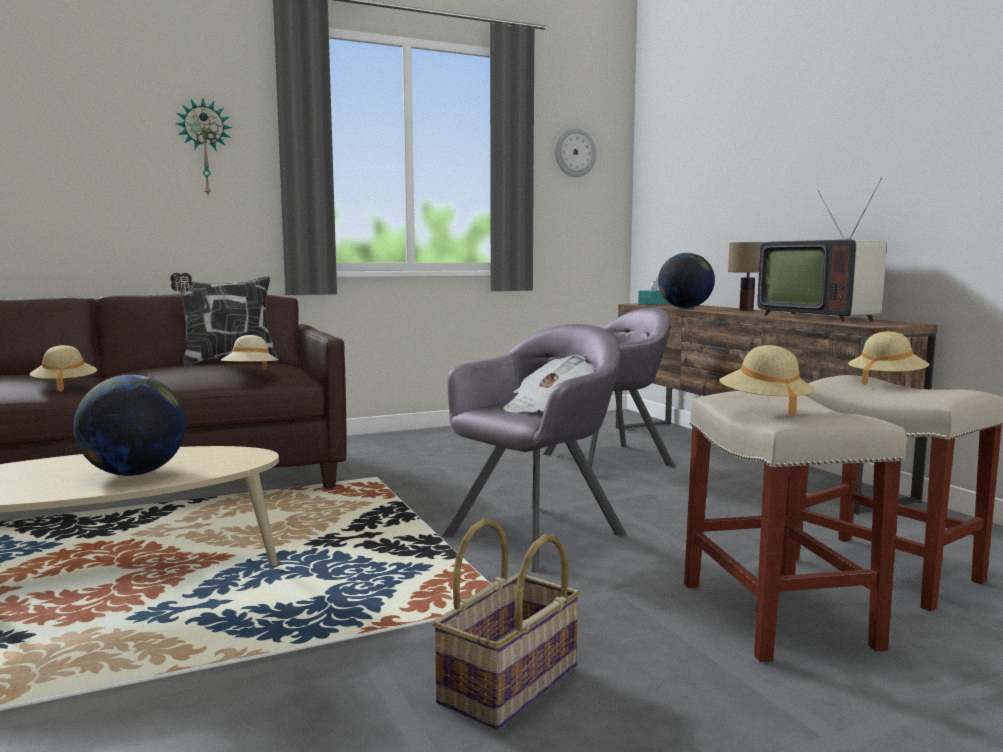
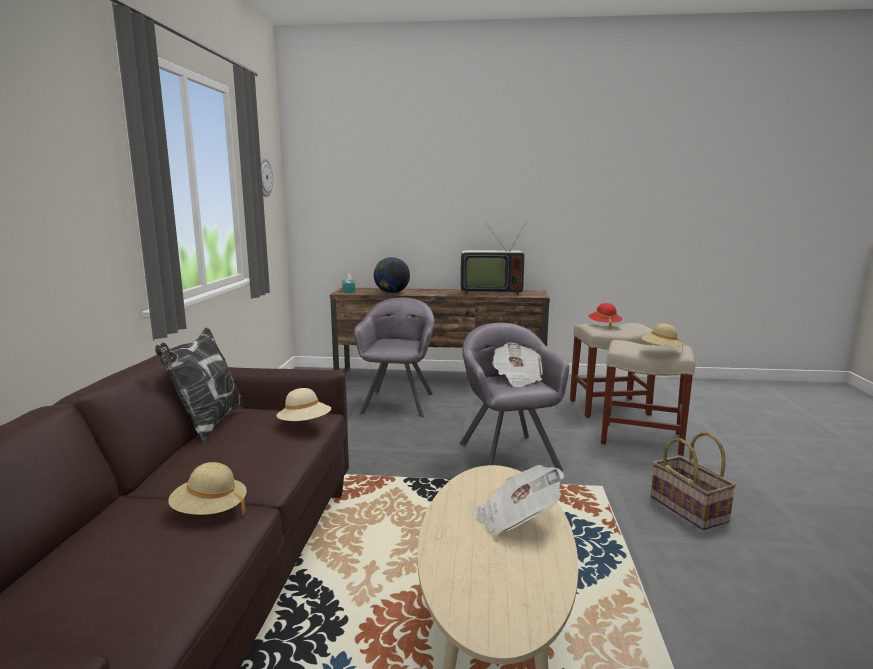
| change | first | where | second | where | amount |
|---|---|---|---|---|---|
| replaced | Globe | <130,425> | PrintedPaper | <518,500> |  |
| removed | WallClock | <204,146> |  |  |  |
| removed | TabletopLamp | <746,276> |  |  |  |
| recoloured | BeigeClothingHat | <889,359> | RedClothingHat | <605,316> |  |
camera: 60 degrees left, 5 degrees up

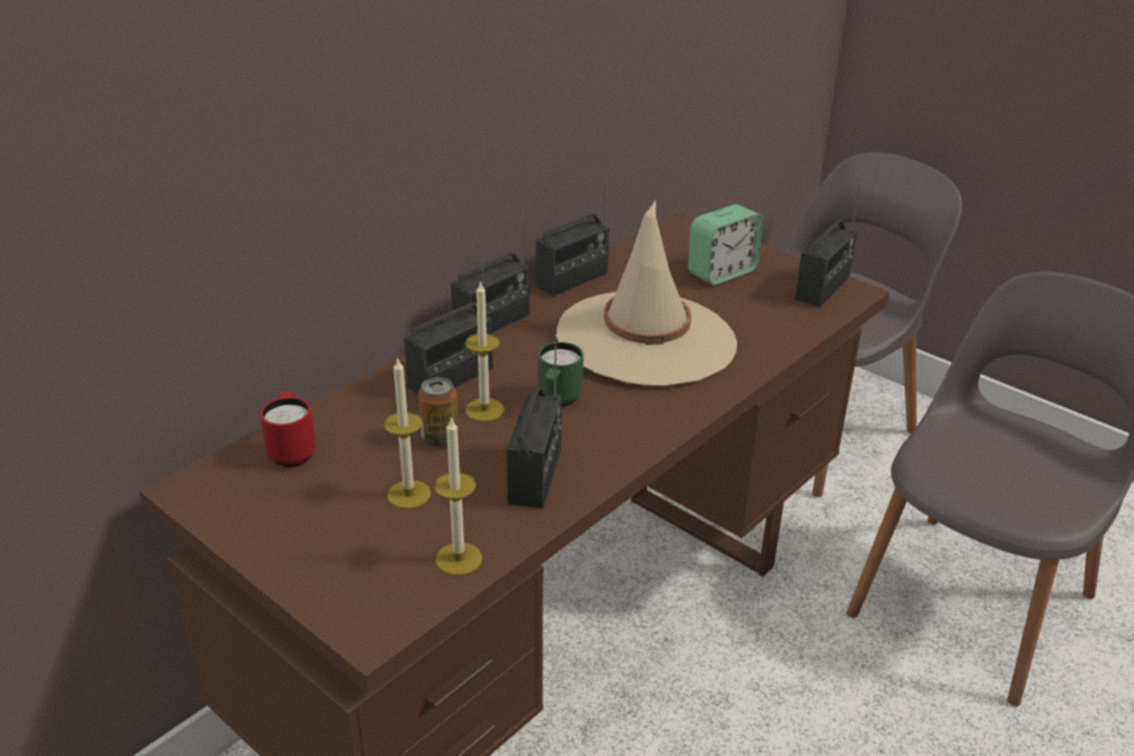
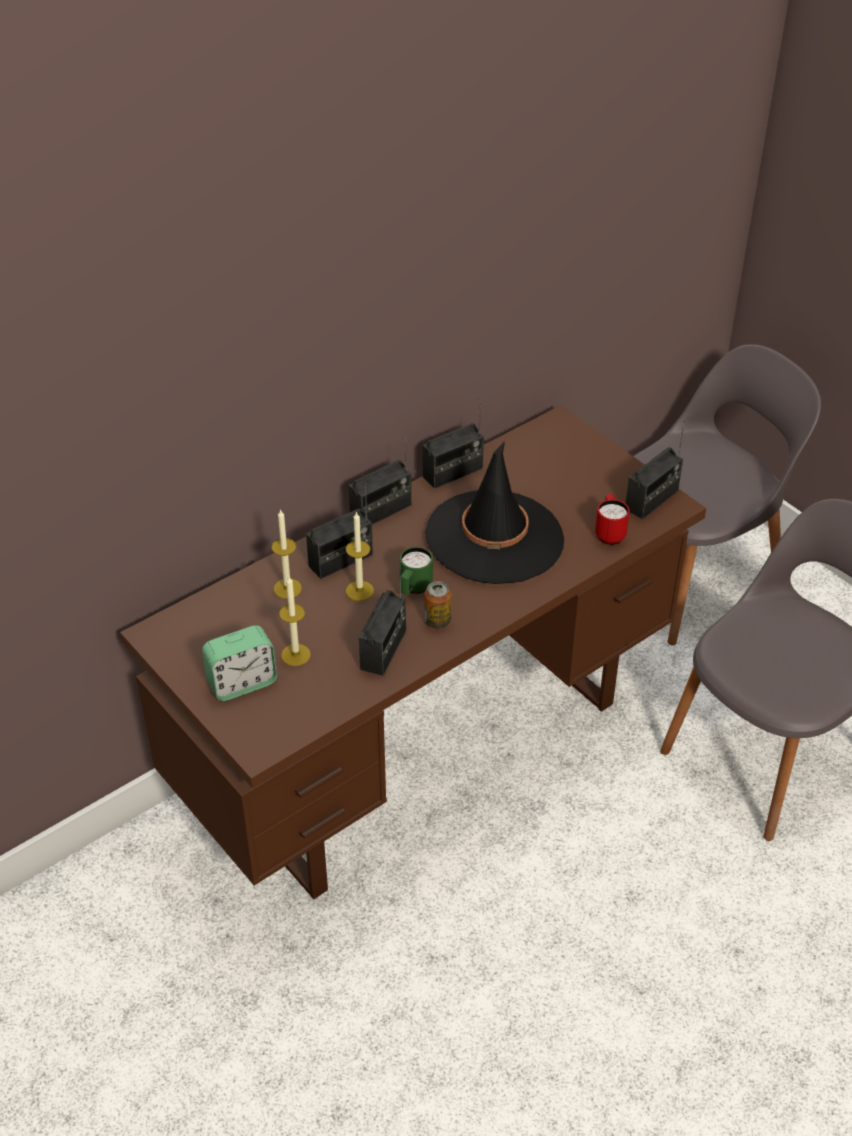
| change | first | where | second | where | amount |
|---|---|---|---|---|---|
| moved | RedCoffeeMug | <288,429> |  | <612,519> |  |
| moved | Can | <438,412> |  | <438,605> |  |
| moved | WaxLight | <458,495> |  | <287,554> |  |
| recoloured | BeigeClothingHat | <647,293> | BlackColouredClothingHat | <494,512> |  |
| moved | BedsideClock | <725,244> |  | <239,663> |  |
camera: 10 degrees right, 10 degrees up

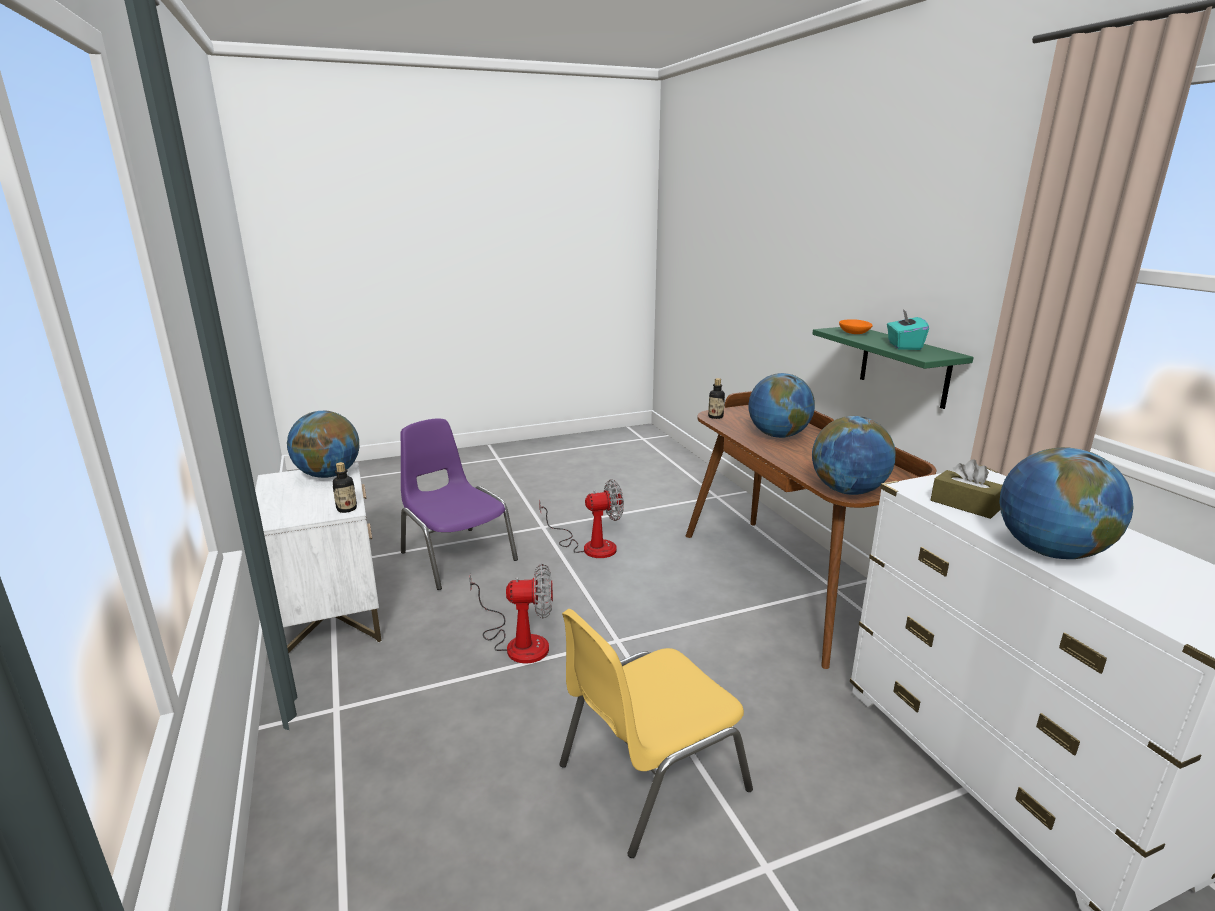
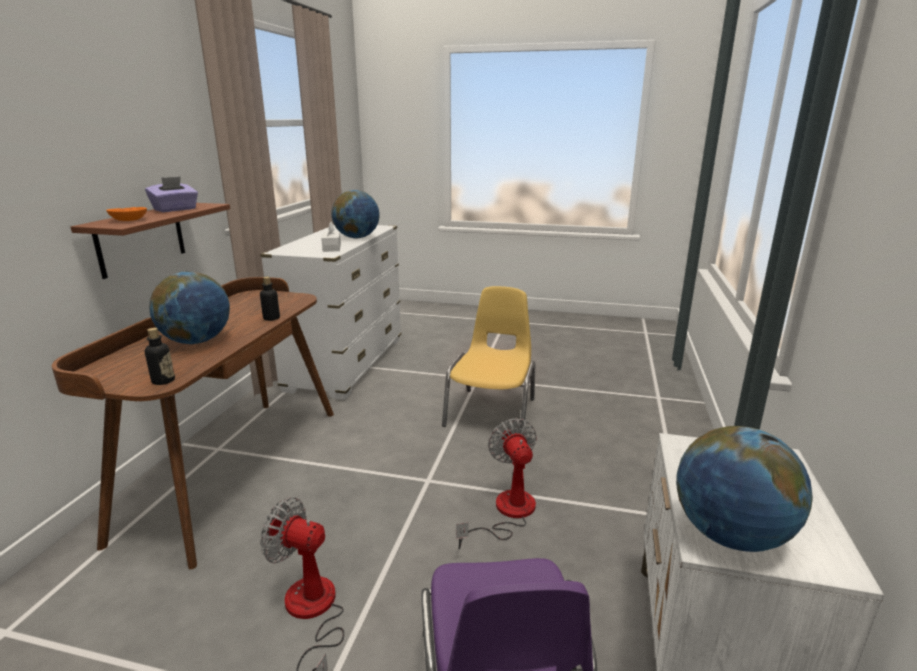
| change | first | where | second | where | amount |
|---|---|---|---|---|---|
| moved | Bottle | <345,487> |  | <270,299> |  |
| turned | ElectricFan | <511,614> |  | <496,483> | 45 degrees clockwise |
| turned | YellowChair | <656,733> |  | <488,360> | 75 degrees counterclockwise |
| recoloured | GreenishShelf | <893,368> | BrownShelf | <150,241> |  |
| removed | Globe | <854,455> |  |  |  |
| recoloured | TurquoiseColouredTissueHolder | <908,329> | PurplishTissueHolder | <171,194> |  |
| recoloured | BrownTissueHolder | <966,489> | WhitishTissueHolder | <331,237> |  |
camera: 145 degrees left, 0 degrees up

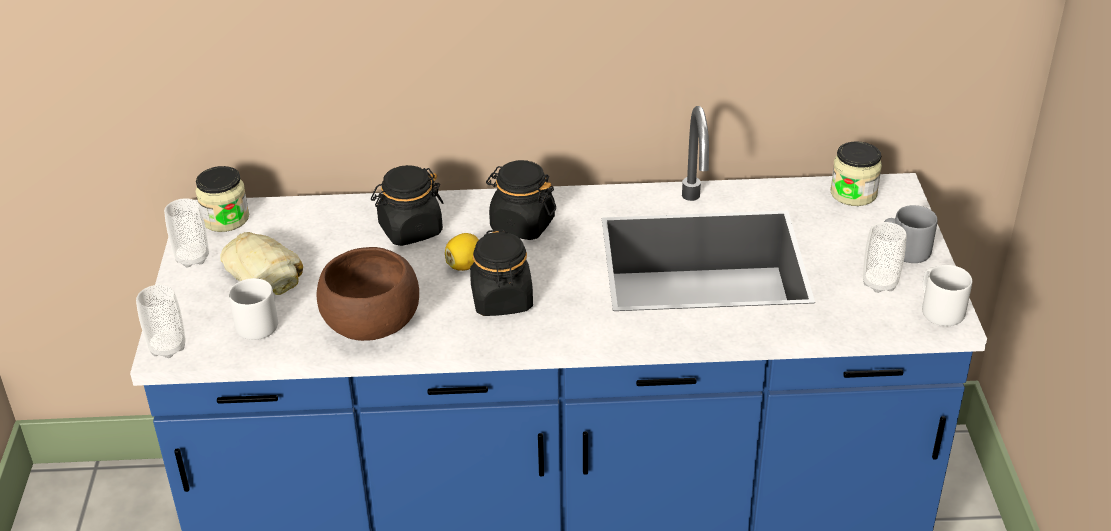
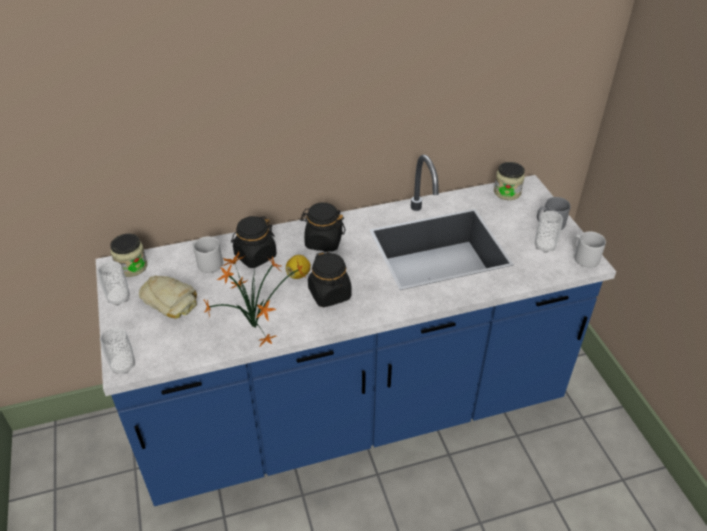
| change | first | where | second | where | amount |
|---|---|---|---|---|---|
| moved | GreyishCoffeeMug | <253,309> |  | <207,254> |  |
| replaced | BrownServingBowl | <367,294> | PlantInAPot | <254,299> |  |
camera: 15 degrees left, 5 degrees up

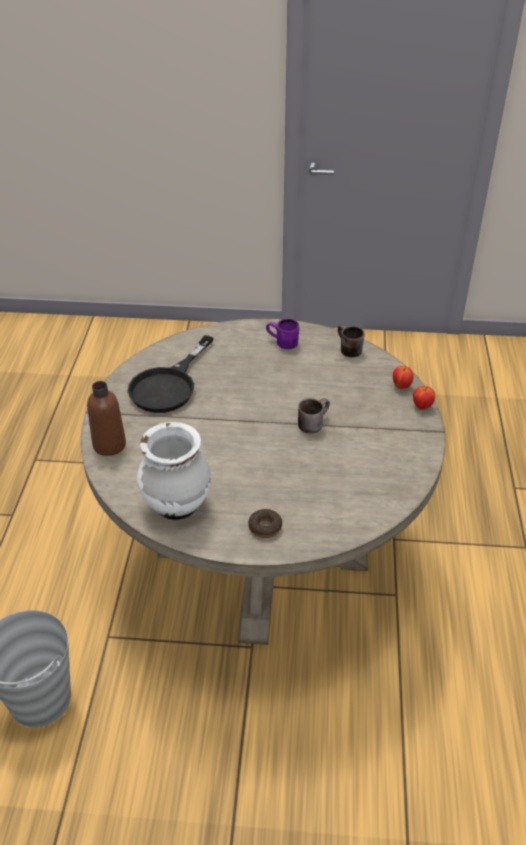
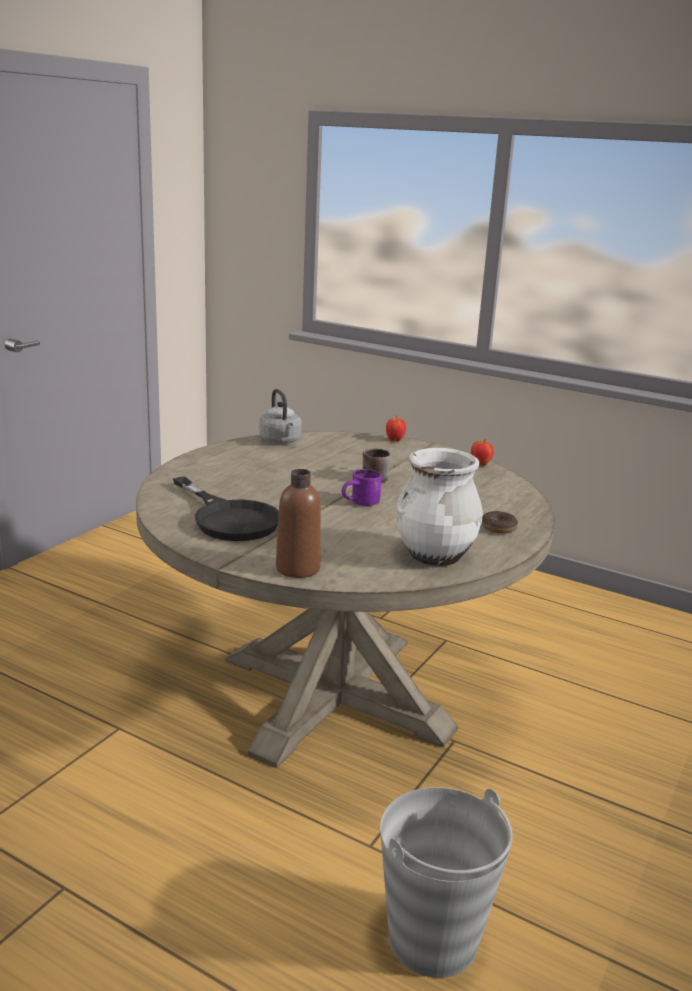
| change | first | where | second | where | amount |
|---|---|---|---|---|---|
| moved | PurplishCoffeeMug | <282,333> |  | <362,487> |  |
| replaced | BrownCoffeeMug | <351,341> | GreyishKettle | <280,416> |  |
| moved | Apple | <403,377> |  | <482,452> |  |
camera: 65 degrees left, 20 degrees down

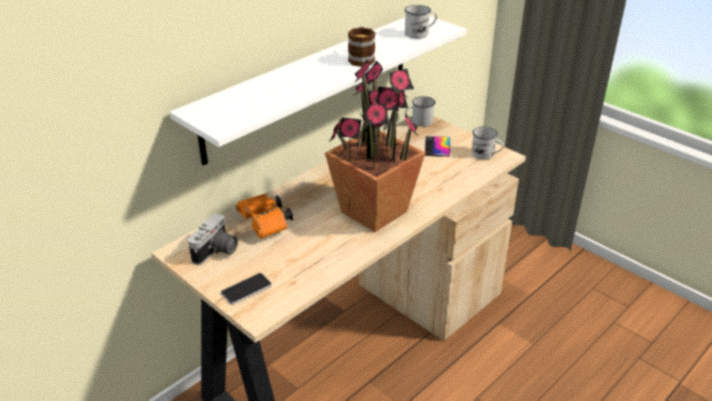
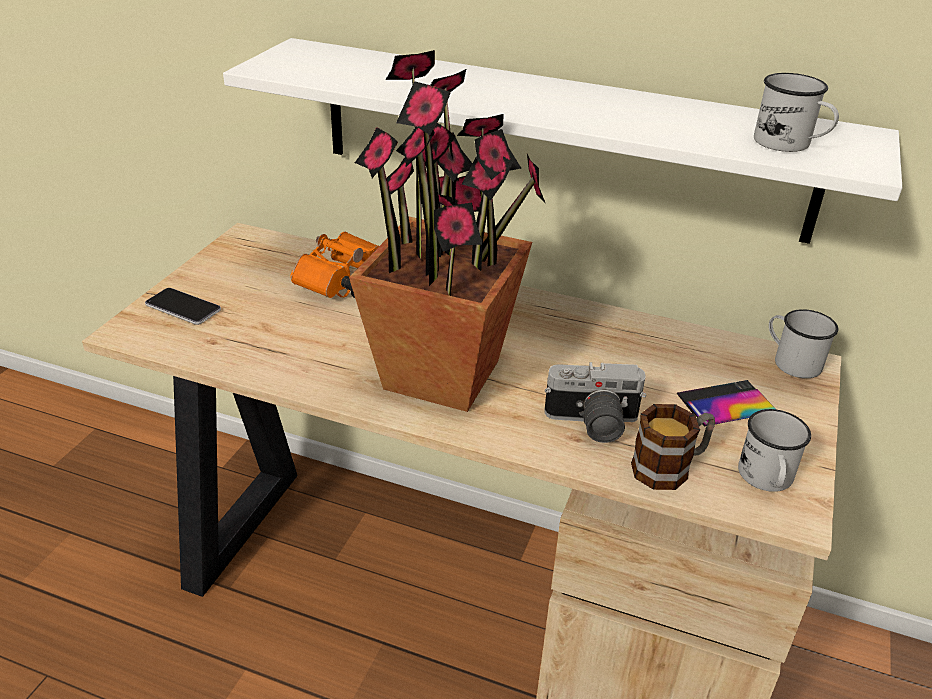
| change | first | where | second | where | amount |
|---|---|---|---|---|---|
| moved | PhotoCamera | <213,239> |  | <595,402> |  |
| moved | CoffeeMug | <361,46> |  | <673,447> |  |
camera: 65 degrees right, 0 degrees up

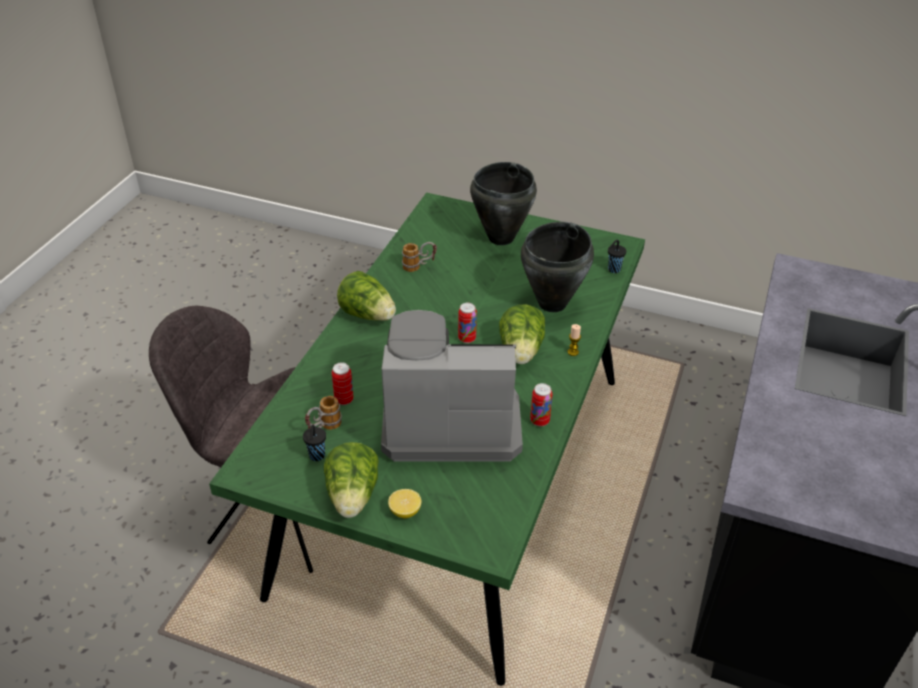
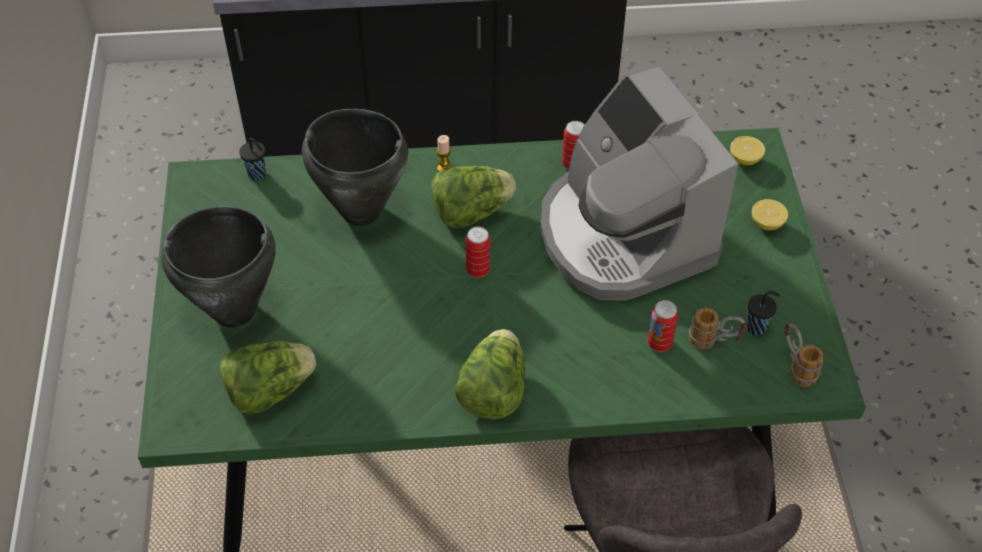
| change | first | where | second | where | amount |
|---|---|---|---|---|---|
| moved | LettuceHead | <351,480> |  | <268,377> |  |
| moved | CoffeeMug | <419,257> |  | <803,355> |  |
| added |  |  | Lemon | <747,150> |  |
camera: 115 degrees left, 10 degrees up

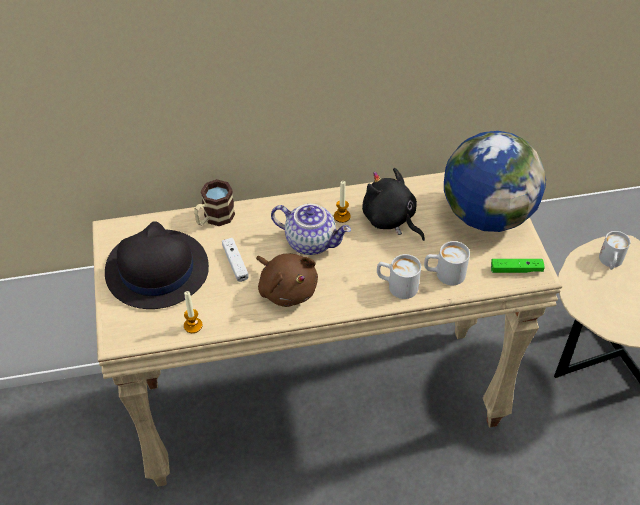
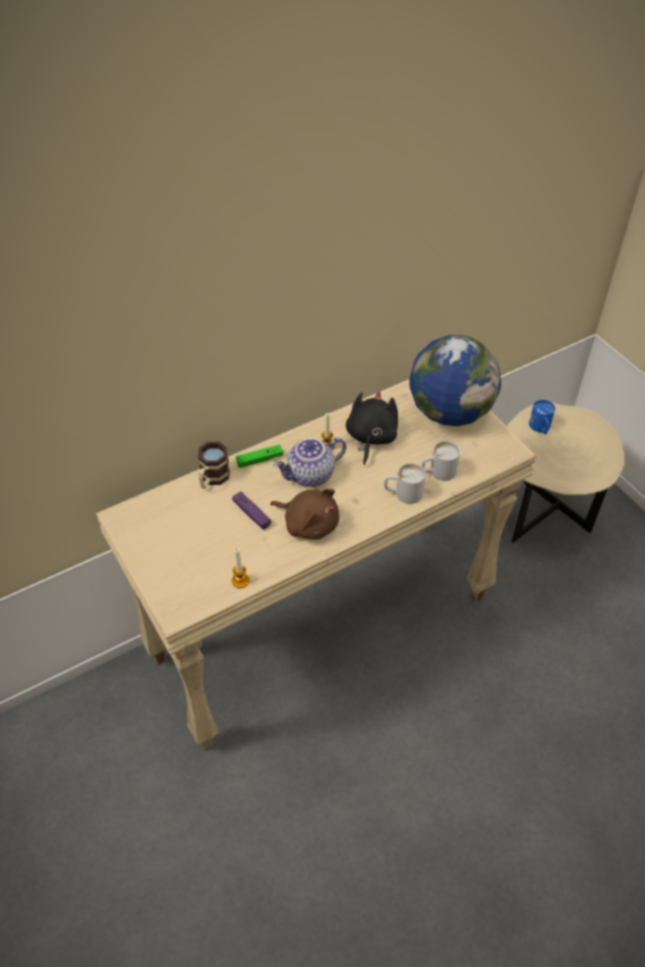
| change | first | where | second | where | amount |
|---|---|---|---|---|---|
| removed | BlackColouredClothingHat | <157,265> |  |  |  |
| recoloured | WhitishGameController | <235,260> | PurplishGameController | <251,511> |  |
| turned | TeaPot | <311,229> |  | <309,462> | 150 degrees clockwise |
| turned | BlackColouredSoftToy | <393,204> |  | <372,427> | 75 degrees clockwise |
| moved | GreenishGameController | <518,266> |  | <259,456> |  |
| recoloured | WhitishCoffeeMug | <615,250> | BluishCoffeeMug | <542,417> |  |
camera: 20 degrees left, 0 degrees up

